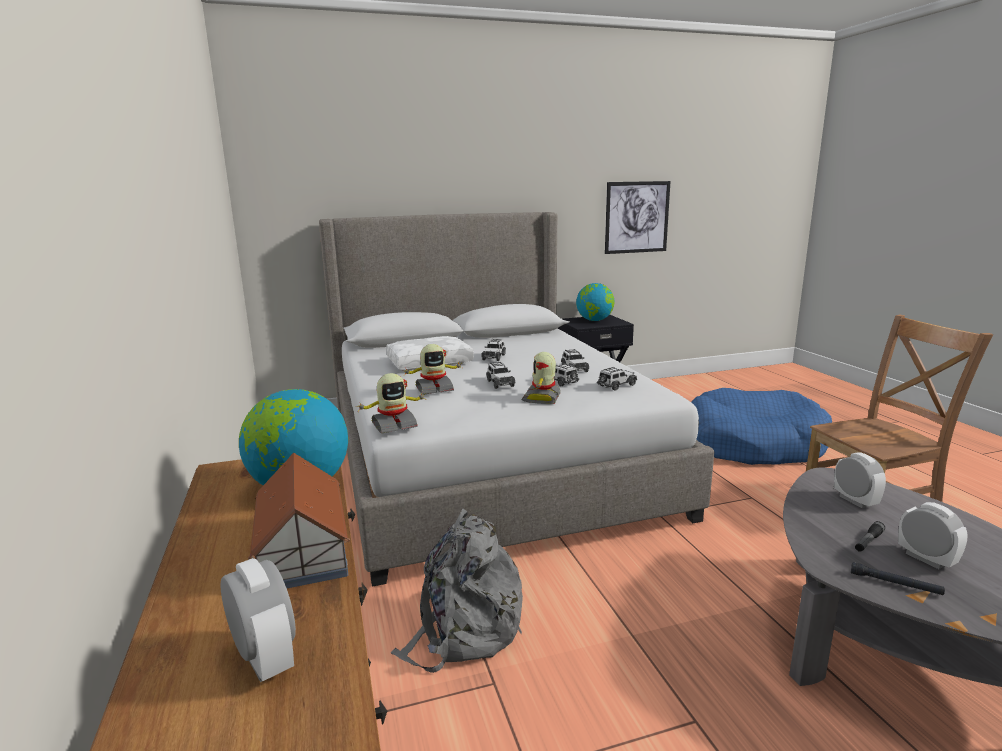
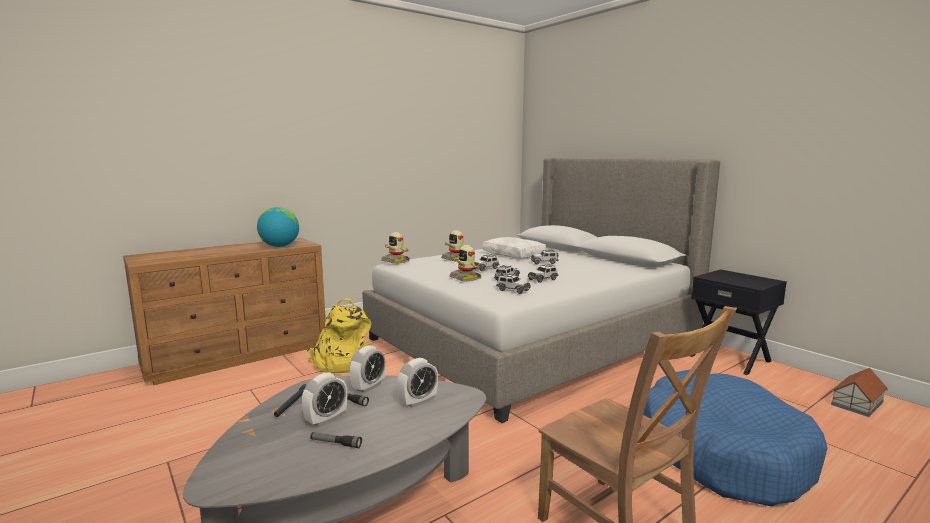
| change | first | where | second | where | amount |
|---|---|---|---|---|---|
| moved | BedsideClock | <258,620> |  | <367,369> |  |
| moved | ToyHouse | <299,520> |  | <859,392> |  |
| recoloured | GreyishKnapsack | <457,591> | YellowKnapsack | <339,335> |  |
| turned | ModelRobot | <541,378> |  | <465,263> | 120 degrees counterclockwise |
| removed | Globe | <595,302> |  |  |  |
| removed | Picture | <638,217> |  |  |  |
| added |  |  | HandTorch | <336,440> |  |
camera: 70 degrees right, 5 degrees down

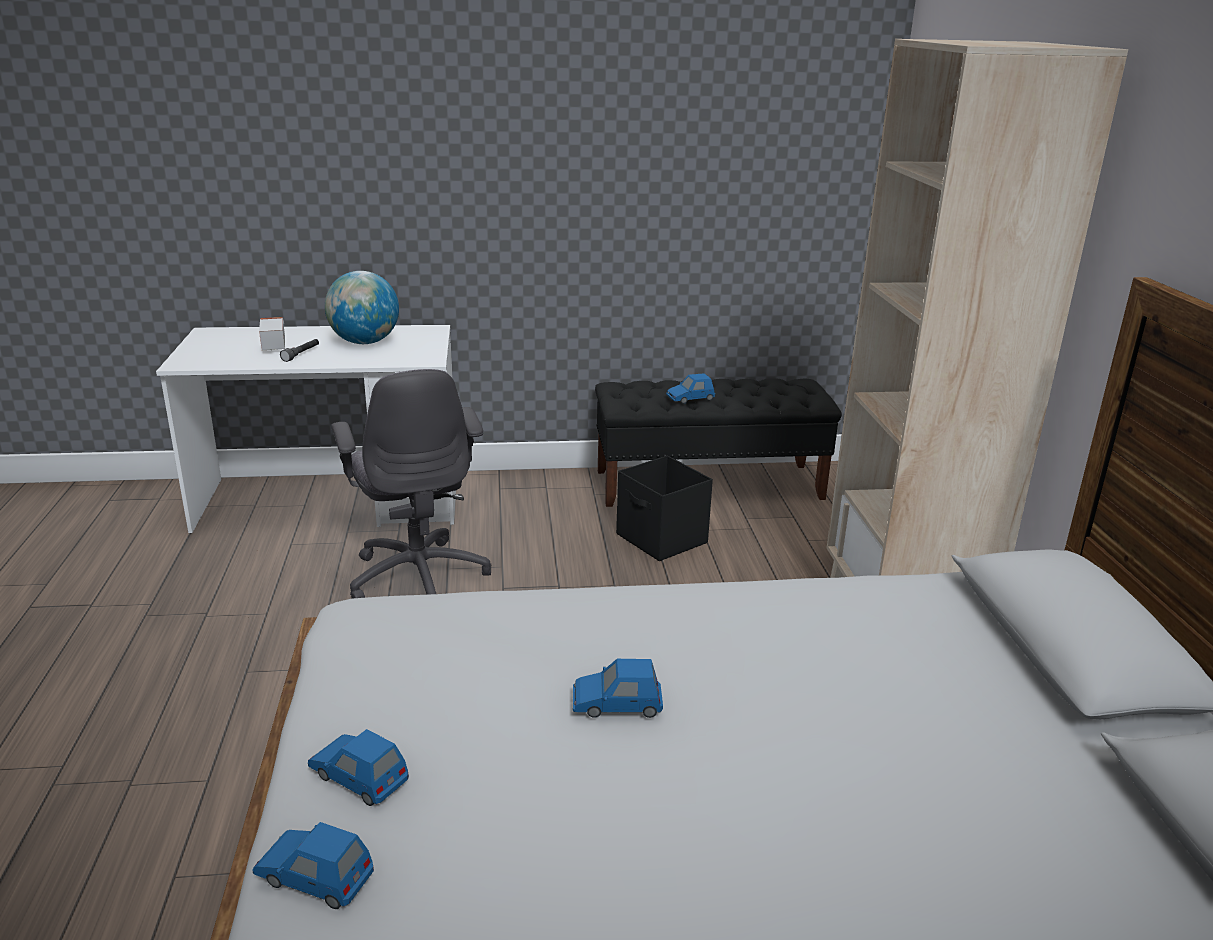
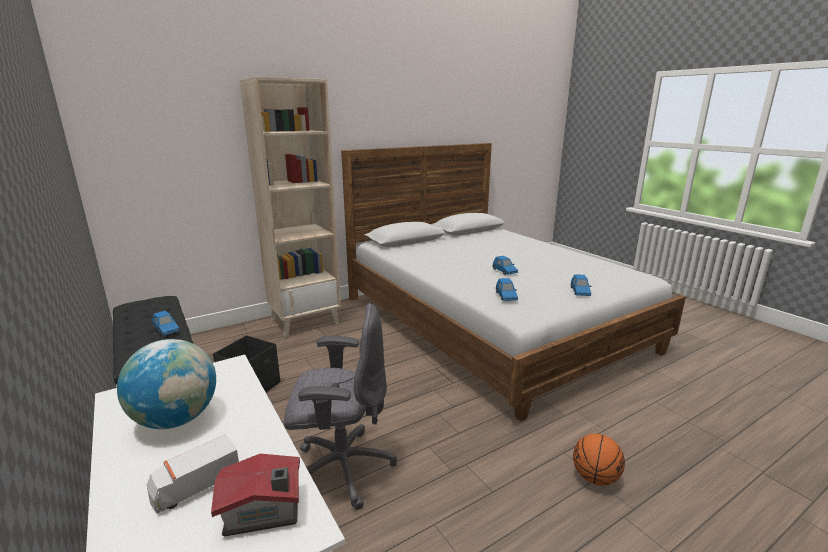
| change | first | where | second | where | amount |
|---|---|---|---|---|---|
| moved | BluishToyCar | <313,865> |  | <507,289> |  |
| removed | GreyishHandTorch | <299,350> |  |  |  |
| turned | GreyishDeskChair | <411,484> |  | <340,406> | 45 degrees clockwise |
| added |  |  | ToyHouse | <255,495> |  |
| added |  |  | Basketball | <599,460> |  |
camera: 115 degrees left, 5 degrees down

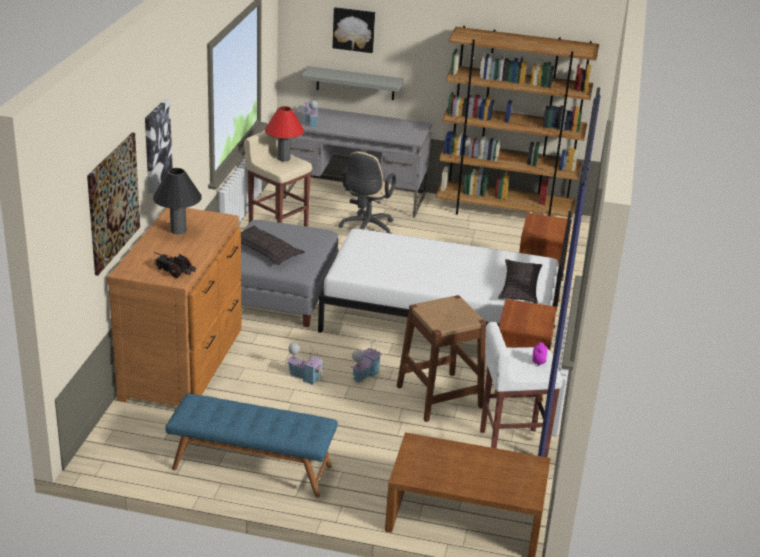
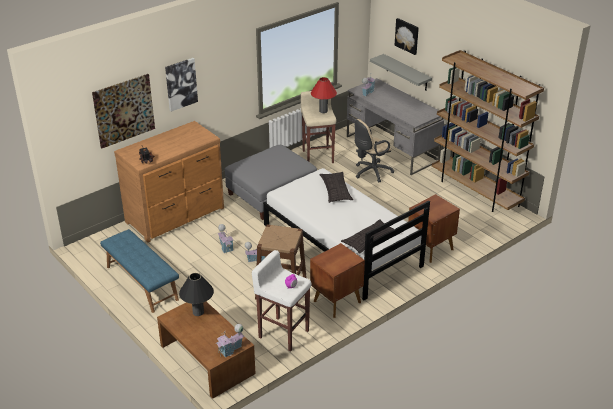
| change | first | where | second | where | amount |
|---|---|---|---|---|---|
| moved | BlackColouredTabletopLamp | <177,201> |  | <196,294> |  |
| moved | ThrowPillow | <273,245> |  | <336,187> |  |
| added |  |  | ToyHouse | <229,341> |  |
camera: 40 degrees right, 5 degrees up

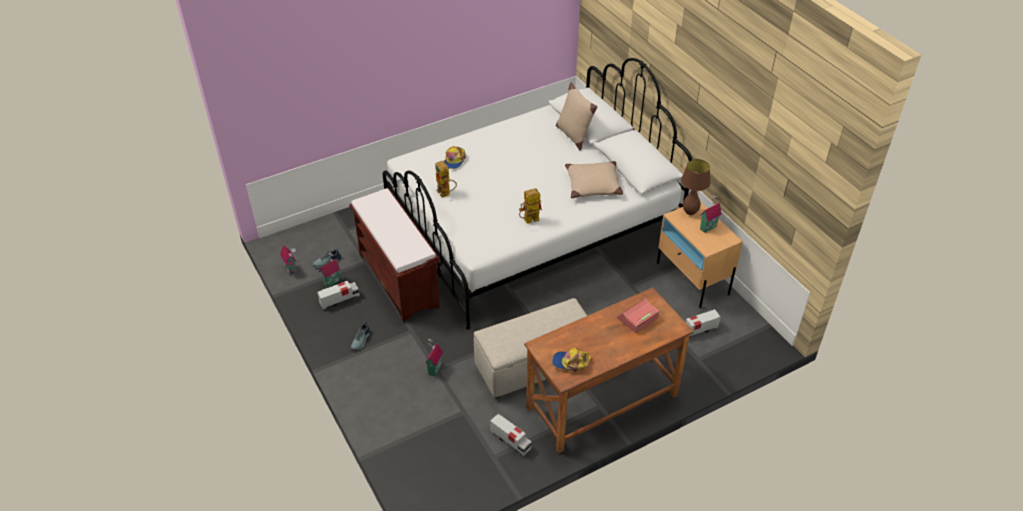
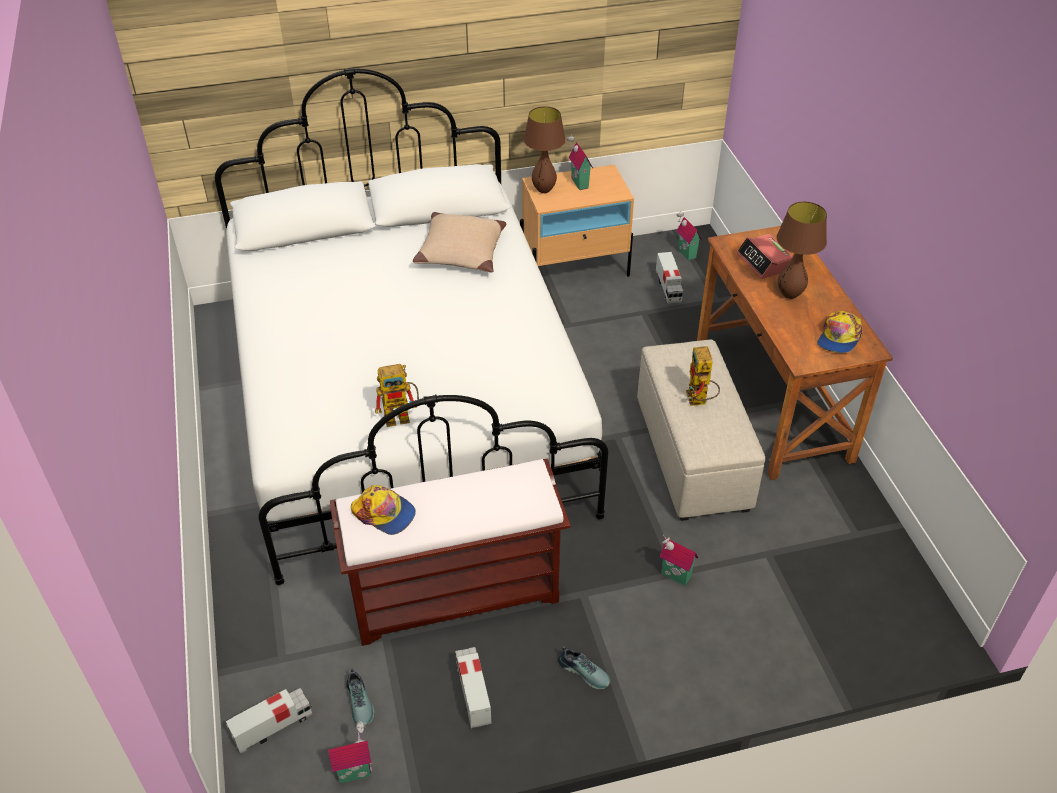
| change | first | where | second | where | amount |
|---|---|---|---|---|---|
| moved | ToyHouse | <329,269> |  | <689,236> |  |
| moved | PeakedCap | <455,157> |  | <383,510> |  |
| moved | ToyTruck | <511,435> |  | <269,721> |  |
| moved | ModelRobot | <530,206> |  | <703,376> |  |
| removed | BeigeThrowPillow | <577,116> |  |  |  |
| added |  |  | BrownTabletopLamp | <802,250> |  |
camera: 75 degrees left, 0 degrees up

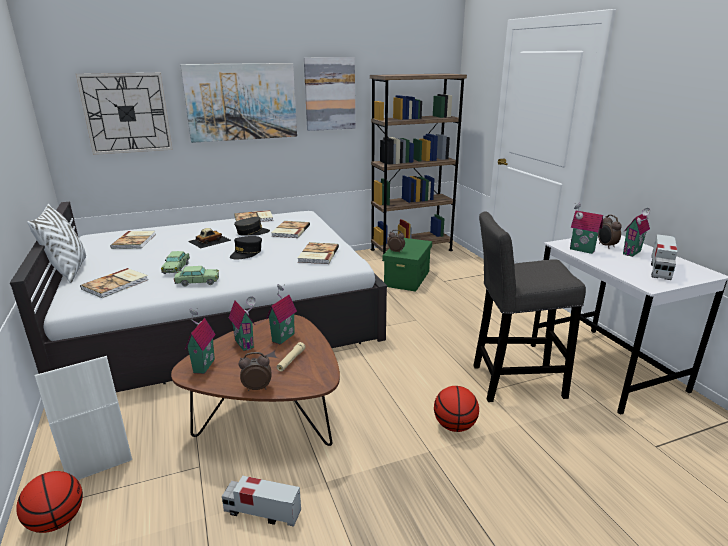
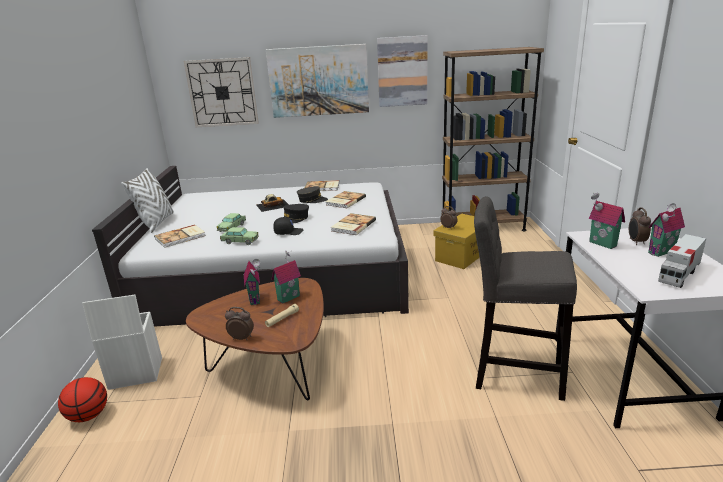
| change | first | where | second | where | amount |
|---|---|---|---|---|---|
| removed | Volume | <133,240> |  |  |  |
| removed | ToyHouse | <200,341> |  |  |  |
| removed | ToyTruck | <261,501> |  |  |  |
| recoloured | GreenishStorageContainer | <407,265> | YellowStorageContainer | <456,241> |  |
| removed | Basketball | <456,409> |  |  |  |
| added |  |  | BlackColouredPeakedCap | <288,226> |  |
camera: 20 degrees right, 0 degrees up

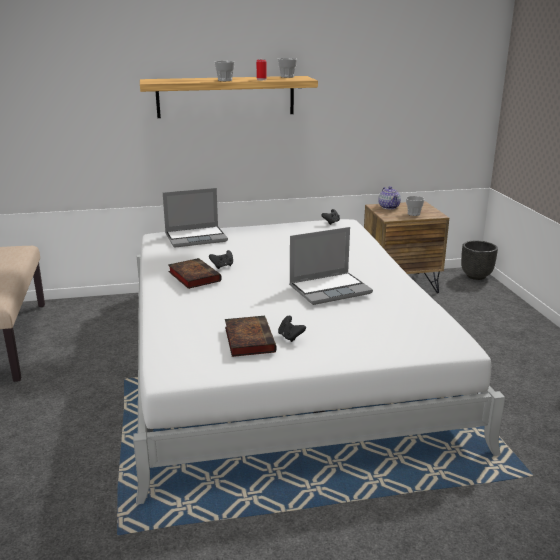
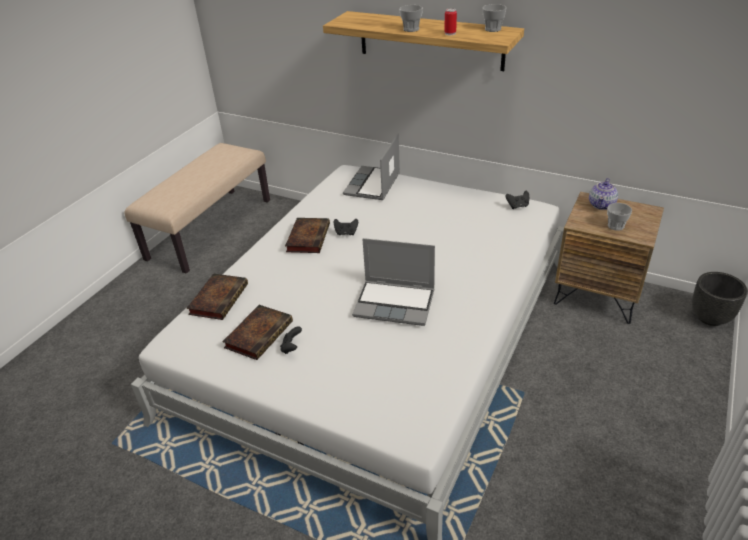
| change | first | where | second | where | amount |
|---|---|---|---|---|---|
| turned | Laptop | <195,217> |  | <371,166> | 90 degrees clockwise |
| added |  |  | Volume | <217,296> |  |
camera: 40 degrees right, 15 degrees up

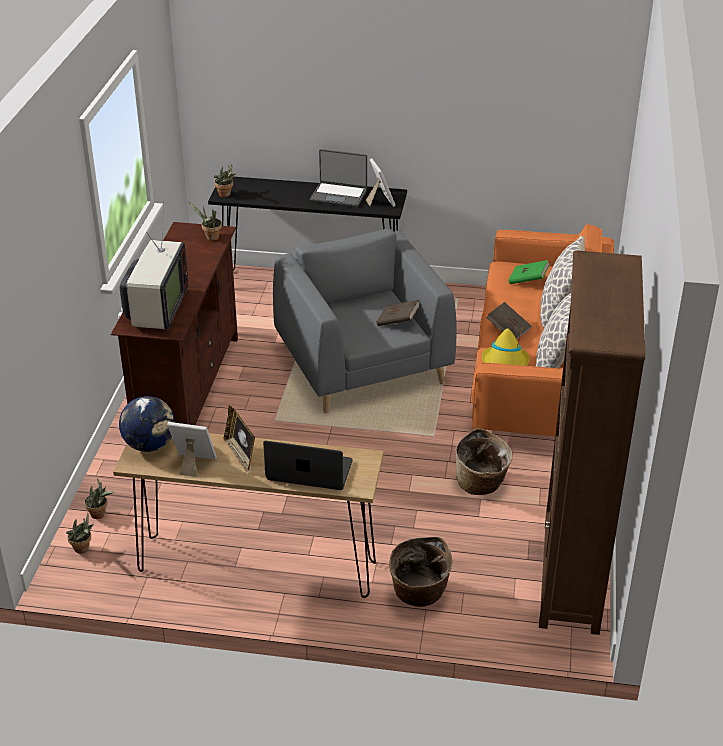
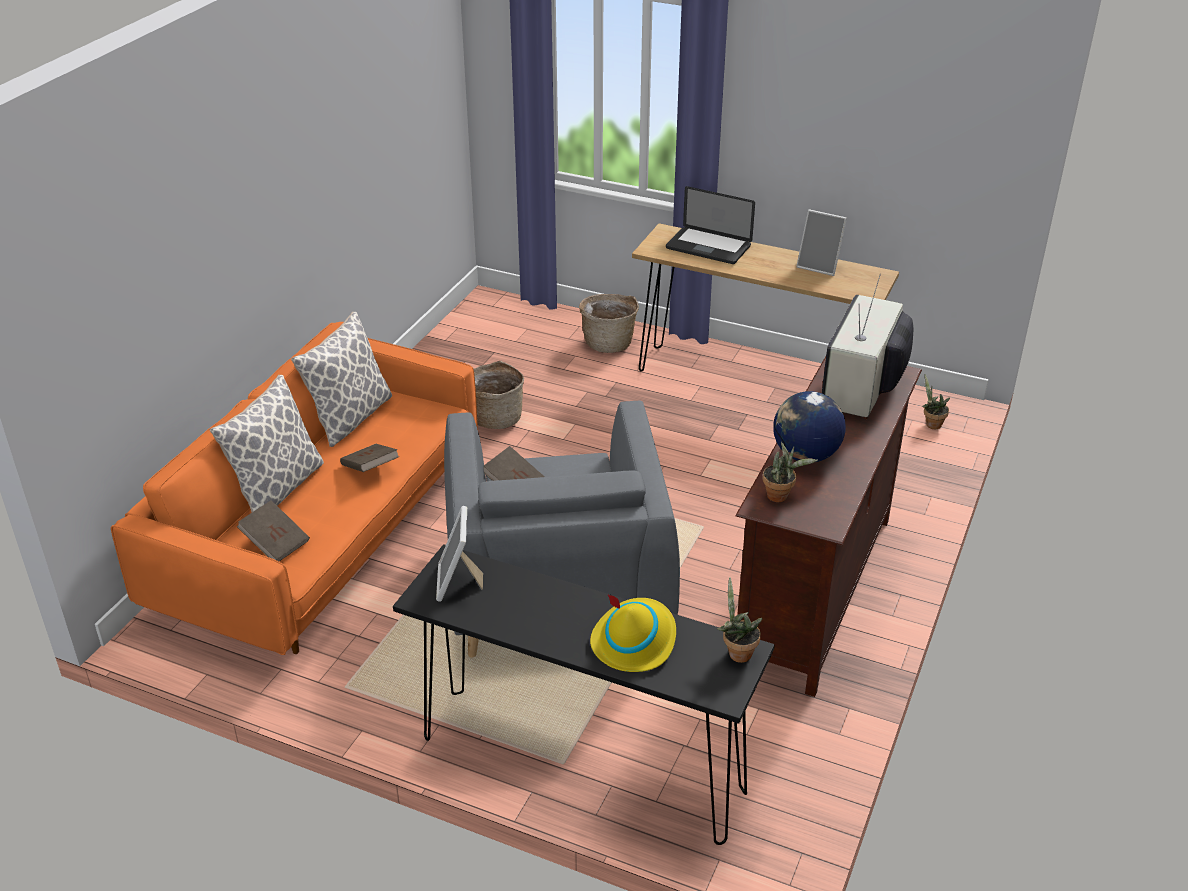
| change | first | where | second | where | amount |
|---|---|---|---|---|---|
| removed | PlantInAPot | <99,498> |  |  |  |
| moved | Globe | <147,424> |  | <809,426> |  |
| removed | StandingFrame | <239,439> |  |  |  |
| removed | Laptop | <338,178> |  |  |  |
| moved | YellowClothingHat | <506,347> |  | <633,633> |  |
| recoloured | GreenishVolume | <529,272> | BrownVolume | <273,530> |  |
| removed | BrownBookshelf | <592,442> |  |  |  |
camera: 165 degrees left, 0 degrees up

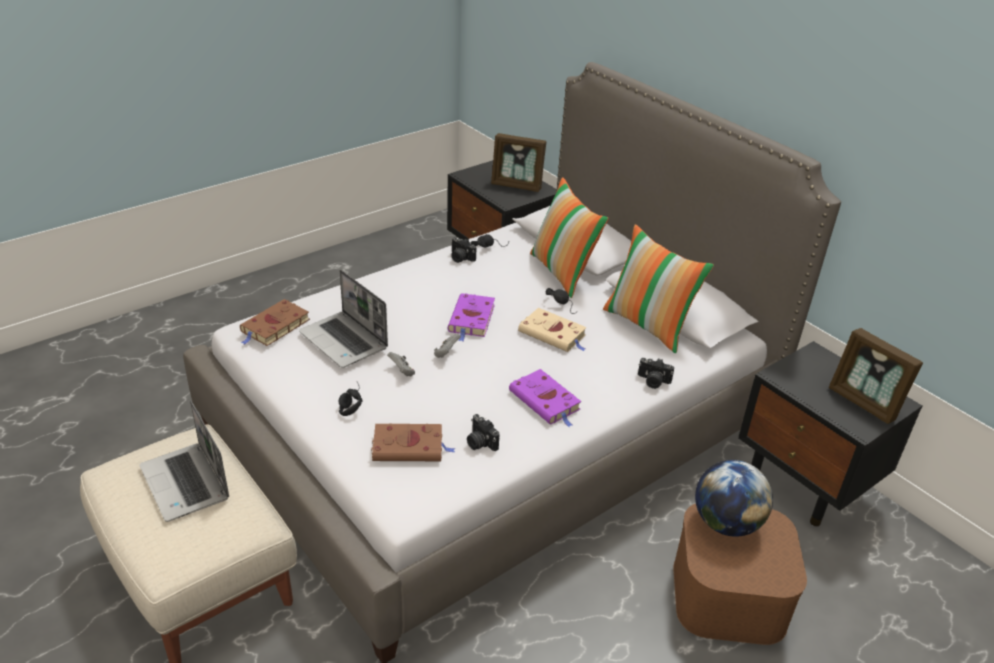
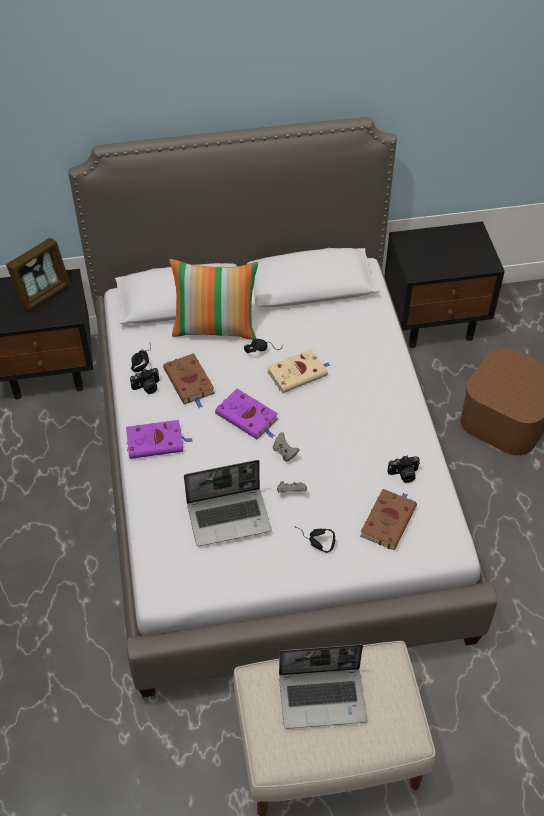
| change | first | where | second | where | amount |
|---|---|---|---|---|---|
| moved | BrownVolume | <275,322> |  | <189,380> |  |
| moved | PurplishVolume | <545,398> |  | <159,439> |  |
| removed | ThrowPillow | <658,288> |  |  |  |
| removed | PhotoCamera | <656,373> |  |  |  |
| removed | Globe | <734,498> |  |  |  |
| removed | StandingFrame | <876,376> |  |  |  |
camera: 60 degrees left, 15 degrees up

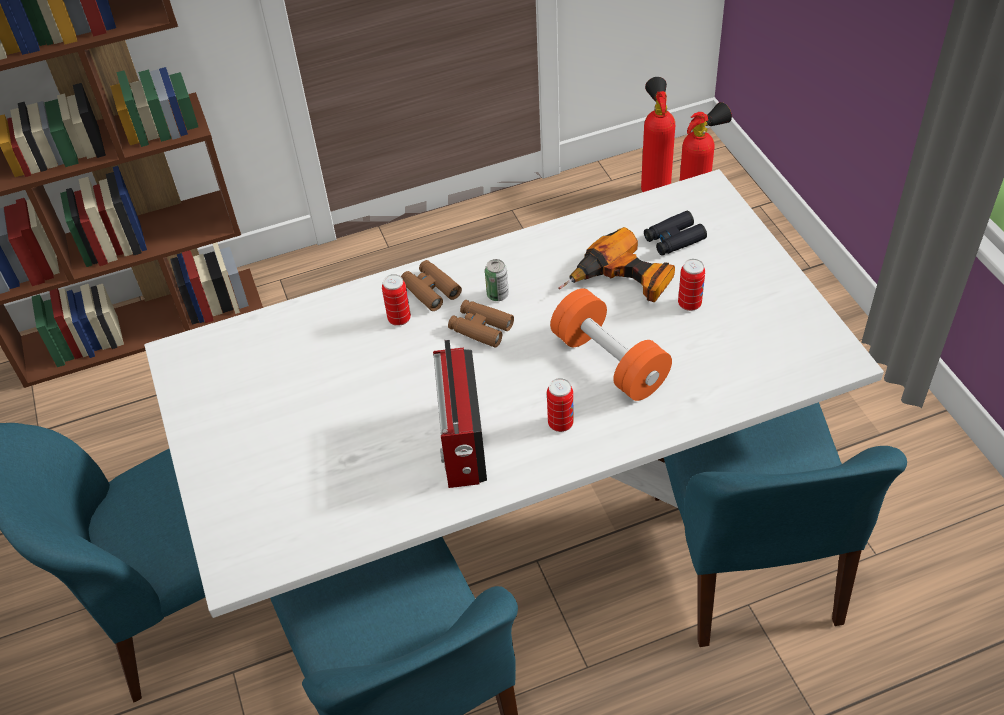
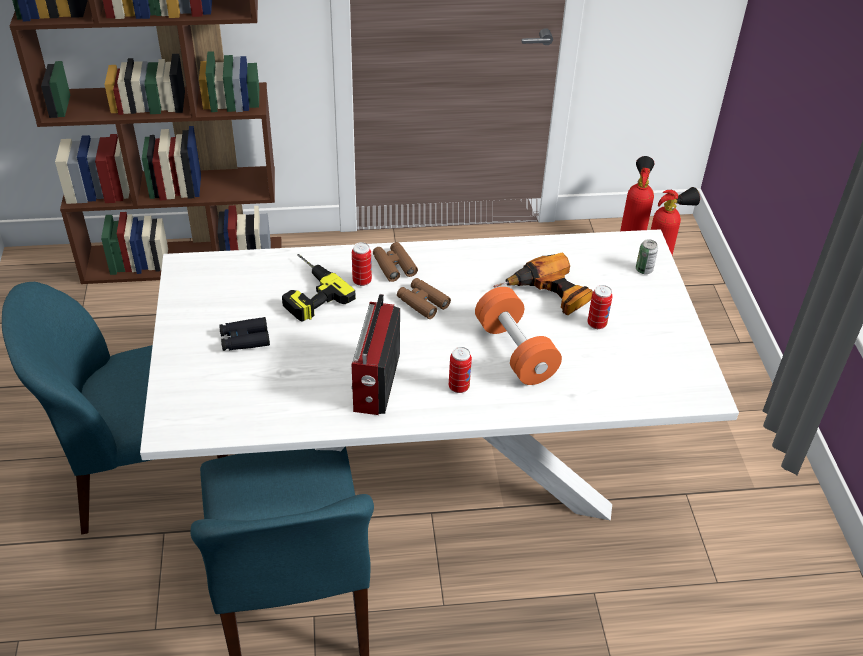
| change | first | where | second | where | amount |
|---|---|---|---|---|---|
| moved | Can | <497,280> |  | <647,256> |  |
| moved | BlackColouredPairOfBinoculars | <675,233> |  | <244,334> |  |
| removed | BluishChair | <780,524> |  |  |  |
| added |  |  | Drill | <319,288> |  |
camera: 10 degrees right, 5 degrees down

